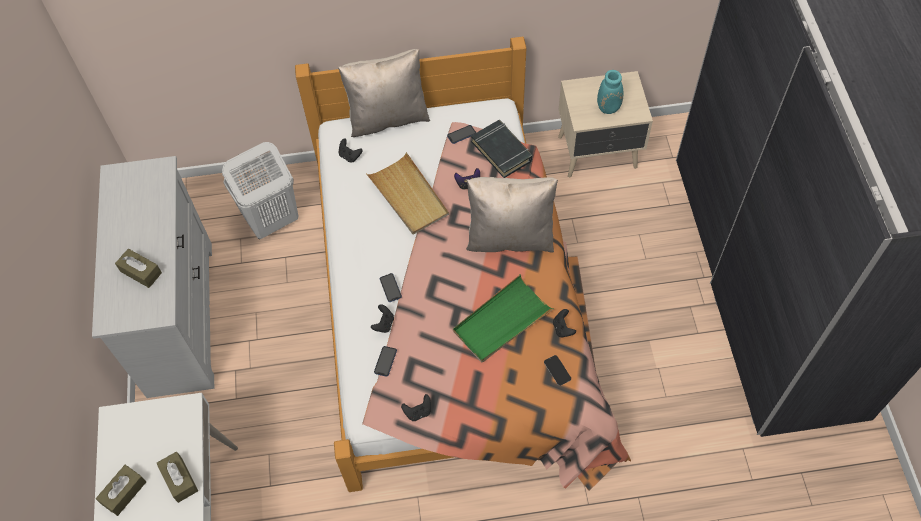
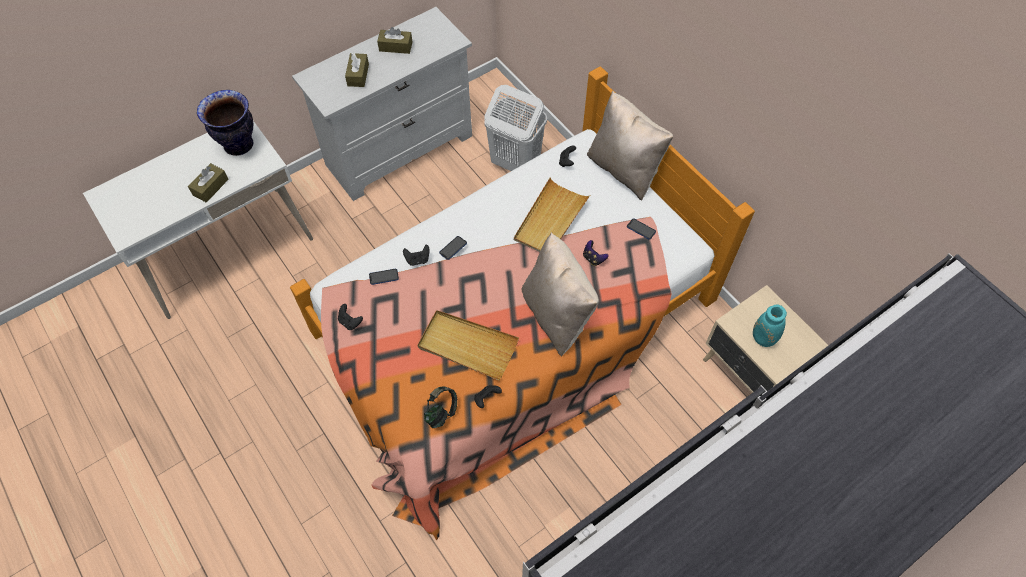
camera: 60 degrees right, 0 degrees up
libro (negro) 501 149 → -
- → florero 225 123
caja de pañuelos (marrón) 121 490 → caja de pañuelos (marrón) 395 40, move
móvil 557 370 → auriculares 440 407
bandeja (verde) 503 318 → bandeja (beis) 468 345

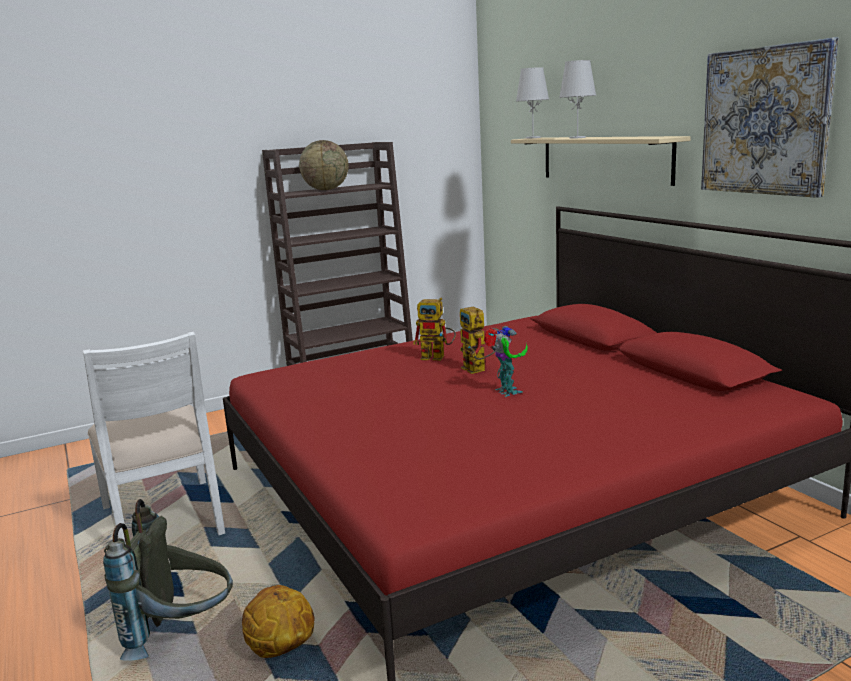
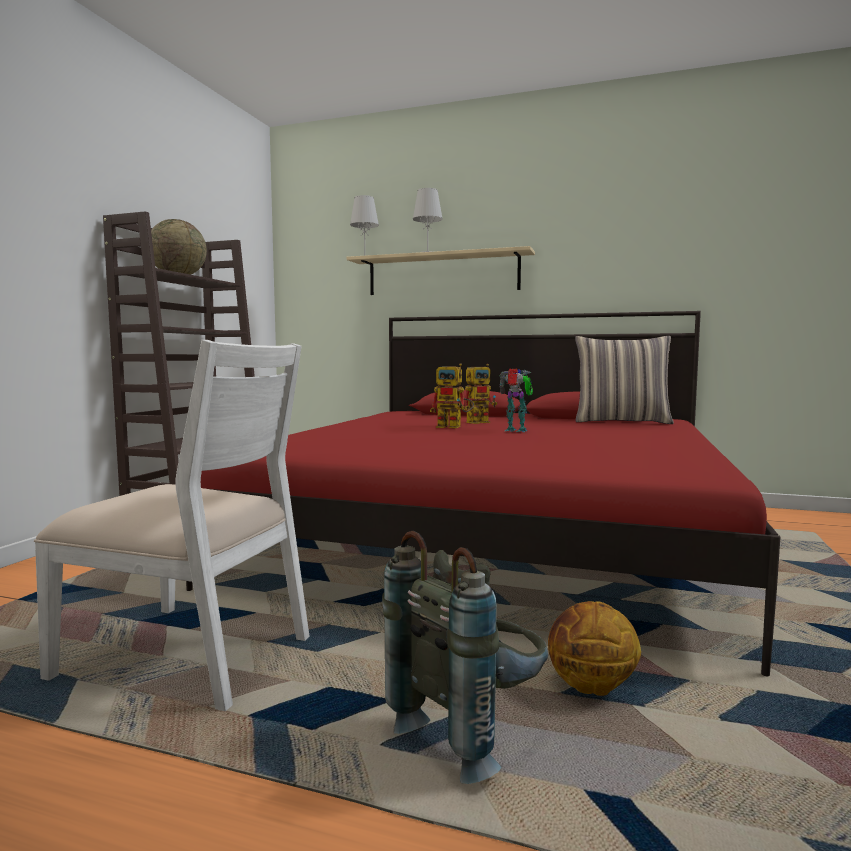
camera: 45 degrees left, 10 degrees down
cuadro 769 118 → -
- → cojín 624 380
robot de juguete 434 329 → robot de juguete 480 394, move

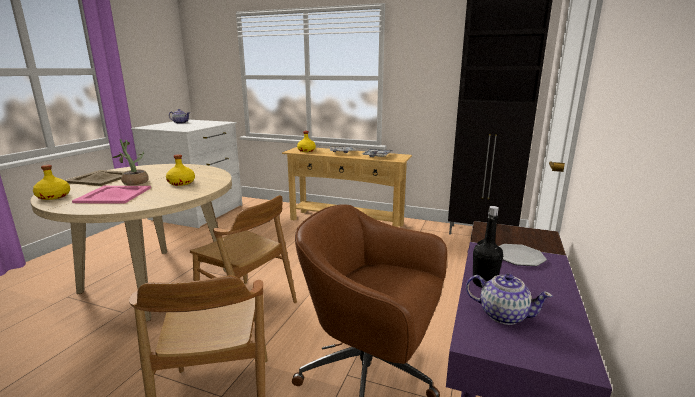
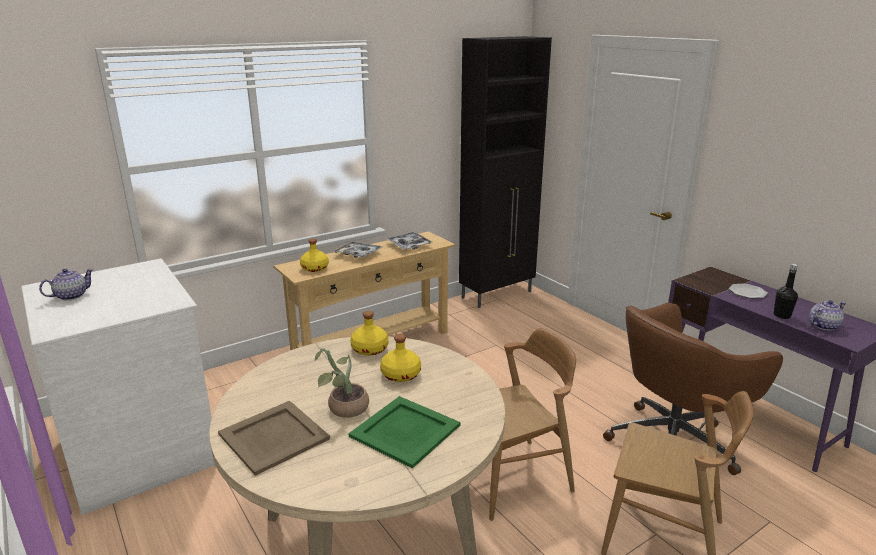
camera: 55 degrees left, 5 degrees up
botella (amarillo) 51 182 → botella (amarillo) 369 333, move
bandeja (rosa) 111 195 → bandeja (verde) 404 432

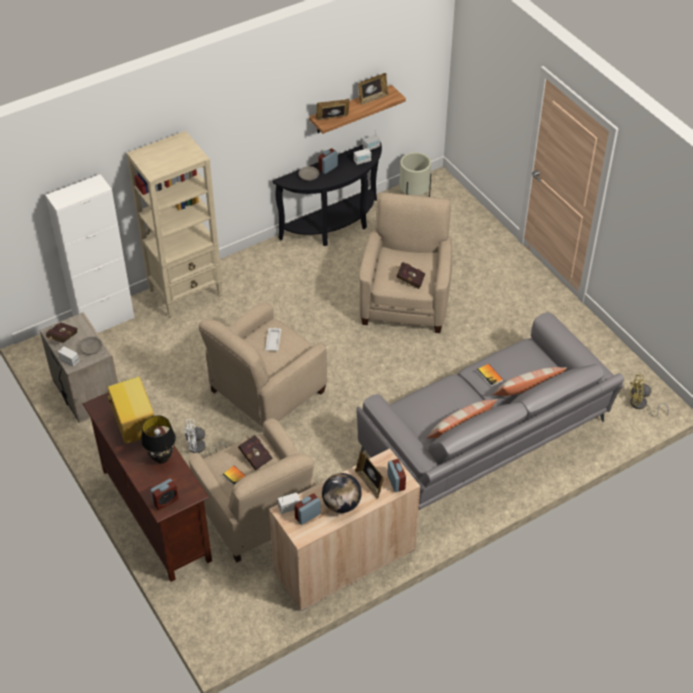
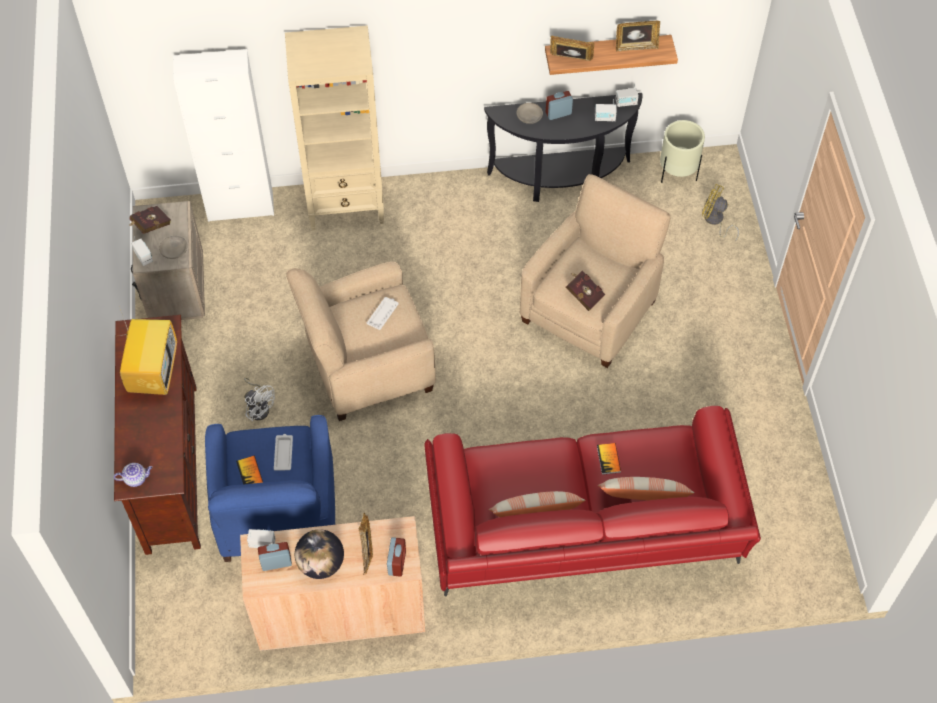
camera: 25 degrees right, 10 degrees up
lámpara de mesa (negro) 158 439 → -
ventilador (amarillo) 649 396 → ventilador (amarillo) 720 212, move
despertador 164 494 → tetera 133 475
libro (rojo) 255 453 → bandeja (blanco) 283 452
sillón (beis) 252 490 → sillón (azul) 270 488
sofá (gris) 490 411 → sofá (rojo) 592 501
ventilador (blanco) 205 437 → ventilador (blanco) 259 399, 150 degrees counterclockwise

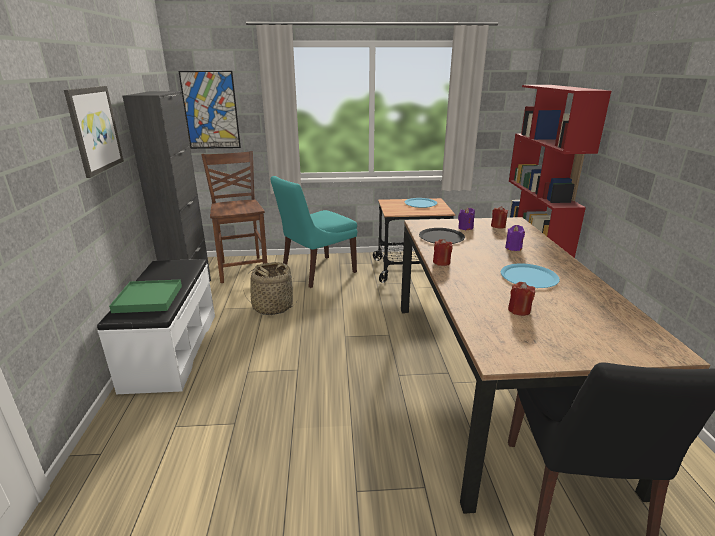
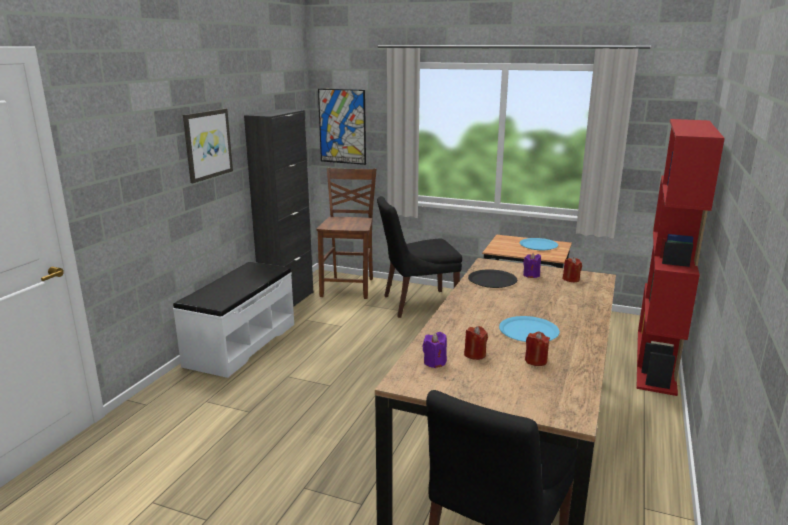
camera: 25 degrees right, 5 degrees down
bandeja (verde) 145 296 → -
cesta 270 288 → -
vela (rojo) 443 252 → vela (rojo) 537 349, move
vela (morado) 515 238 → vela (morado) 434 350, move
silla (turquesa) 313 232 → silla (negro) 419 257

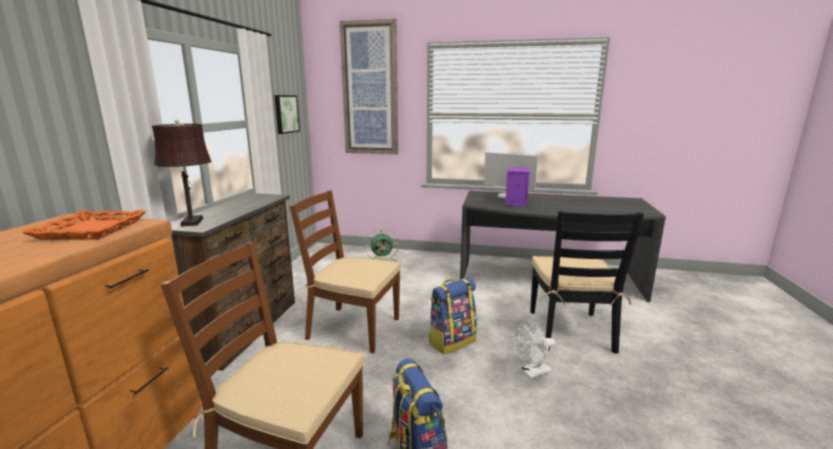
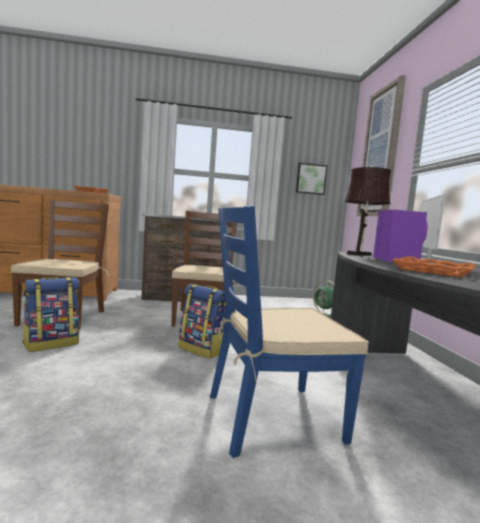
camera: 70 degrees right, 10 degrees down
ventilador (blanco) 535 350 → -
- → bandeja (naranja) 435 267
lámpara de mesa (marrón) 181 173 → lámpara de mesa (marrón) 368 211, move
silla (negro) 587 282 → silla (azul) 289 332

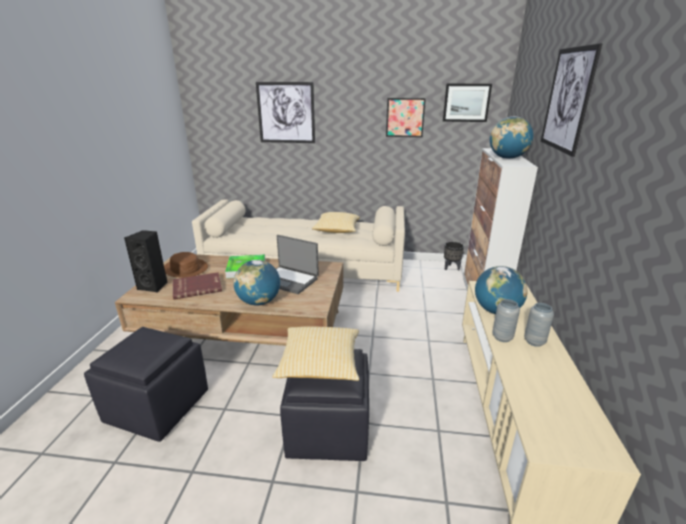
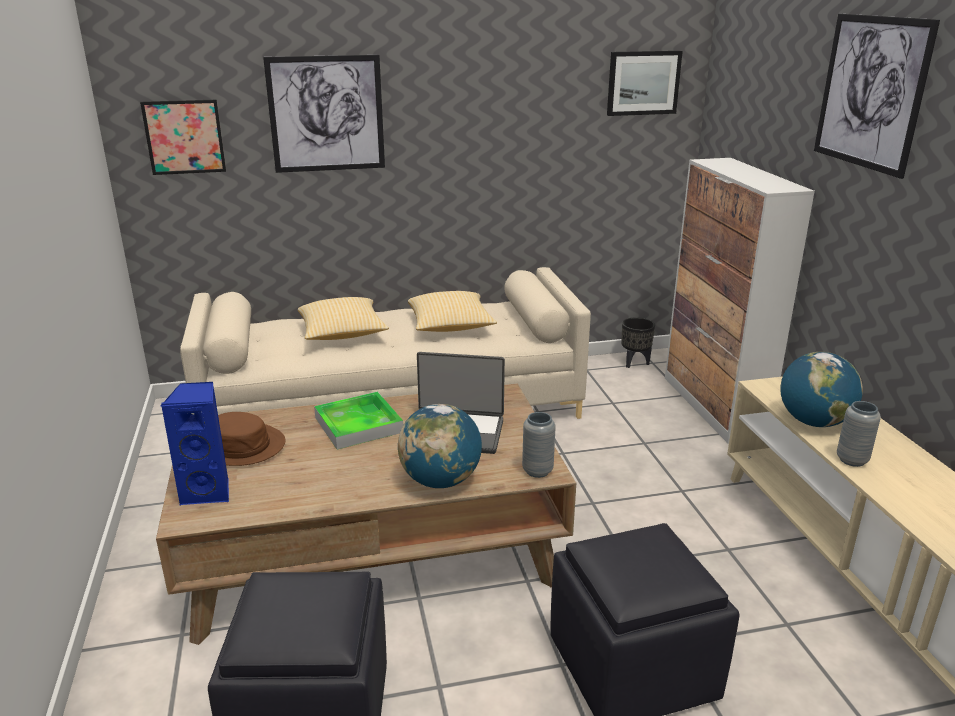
camera: 20 degrees left, 0 degrees up
libro (rojo) 197 285 → -
globo terráqueo 511 137 → -
cojín 316 354 → cojín 343 318, move
cuadro 406 117 → cuadro 183 137, move
florero (gris) 539 325 → florero (gris) 539 445, move
altavoz (negro) 145 261 → altavoz (azul) 195 443

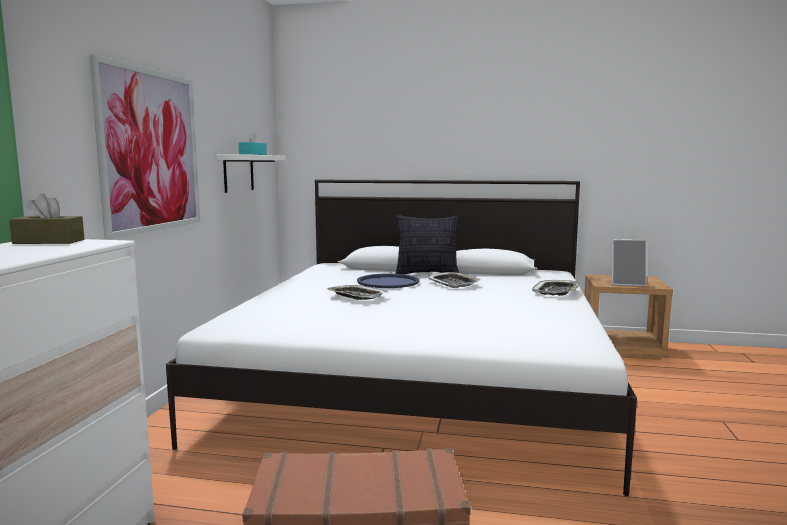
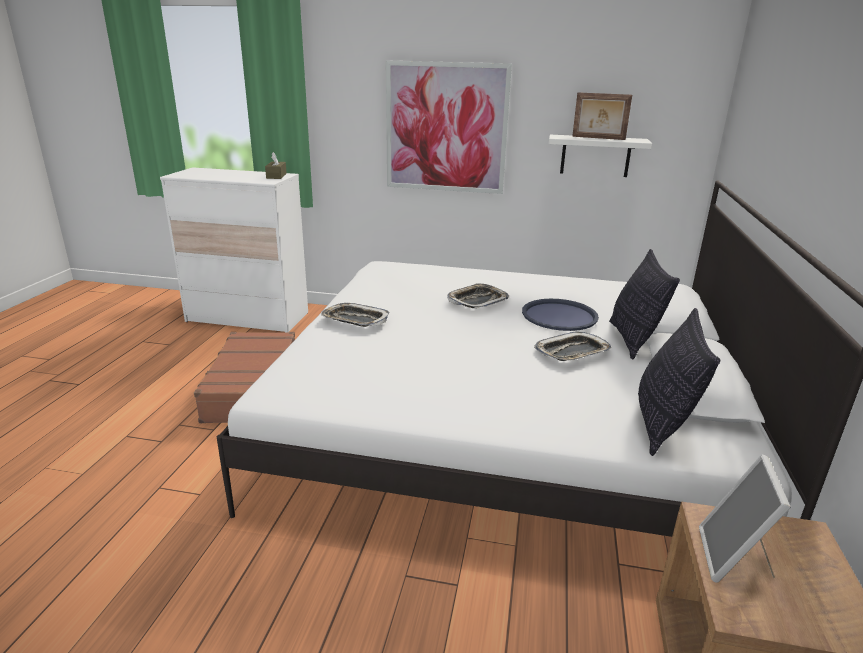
camera: 90 degrees right, 15 degrees up
- → cojín 679 382
bandeja 556 288 → bandeja 355 315, move
caja de pañuelos (turquesa) 253 143 → portarretratos 602 116

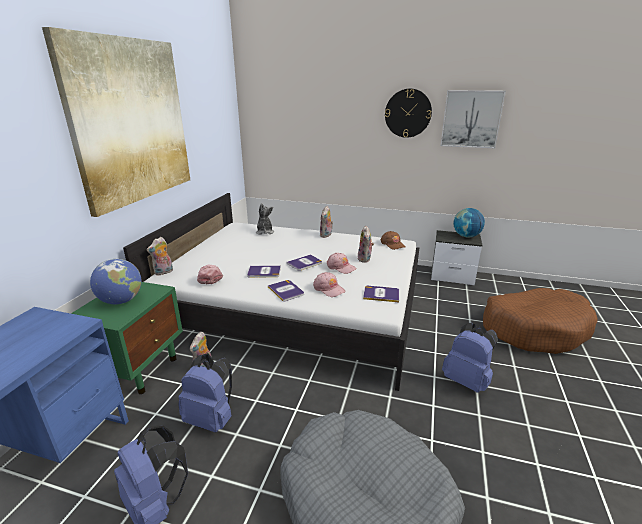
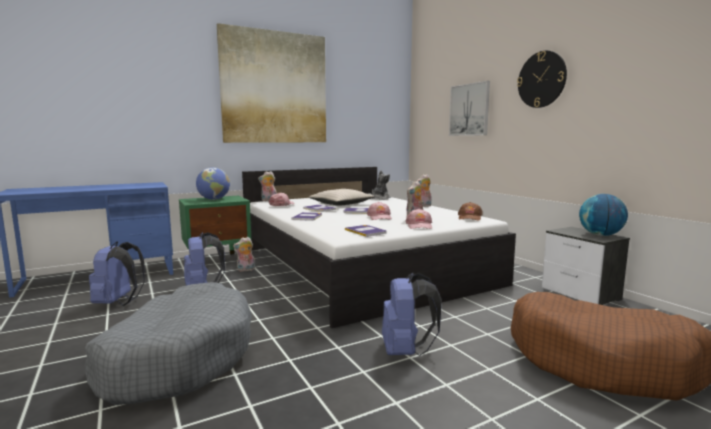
camera: 45 degrees right, 15 degrees down
- → cojín (beis) 342 197
gorra (rosa) 329 284 → gorra (rosa) 419 219, move
cuadro 473 119 → cuadro 469 108, move

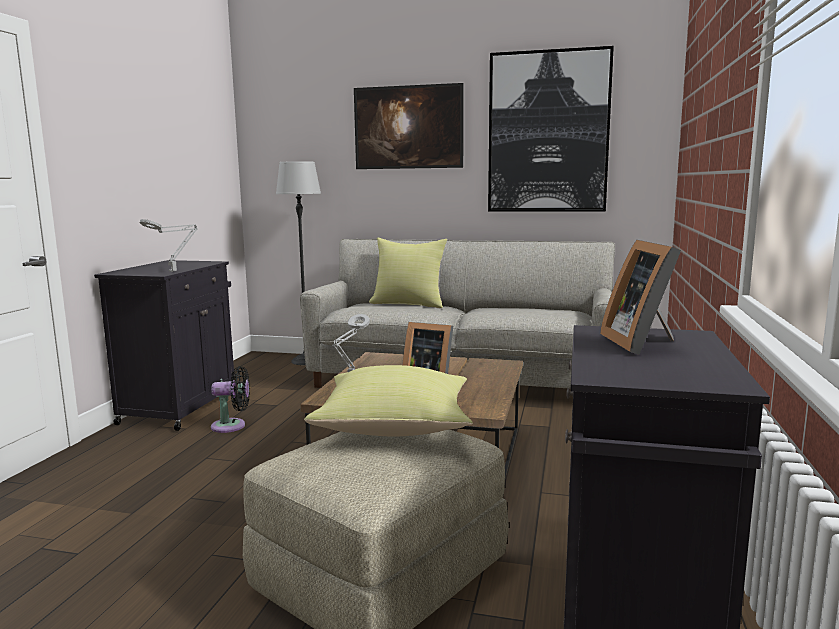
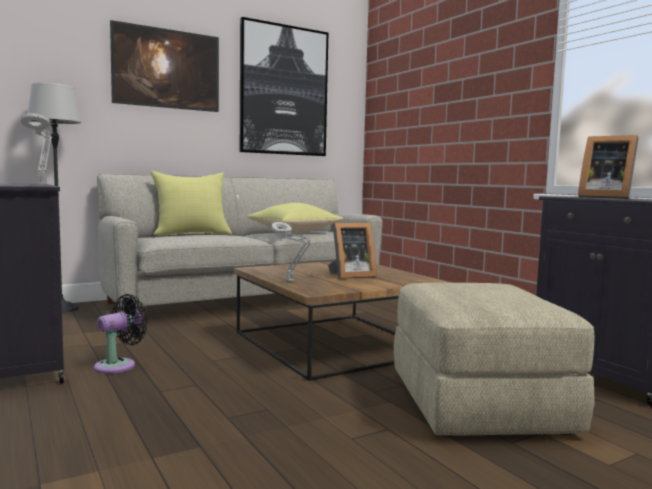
camera: 45 degrees left, 5 degrees down
cojín (amarillo) 389 400 → cojín (amarillo) 295 218, move

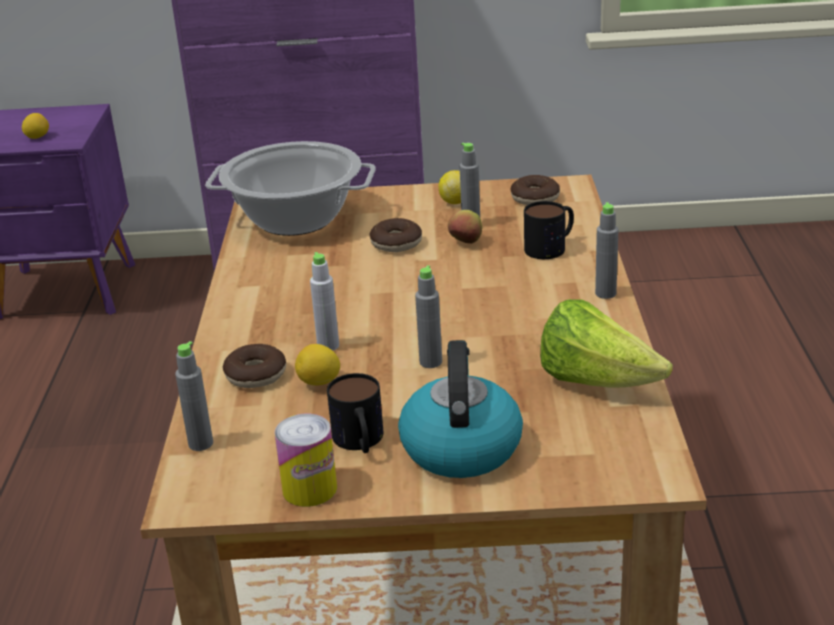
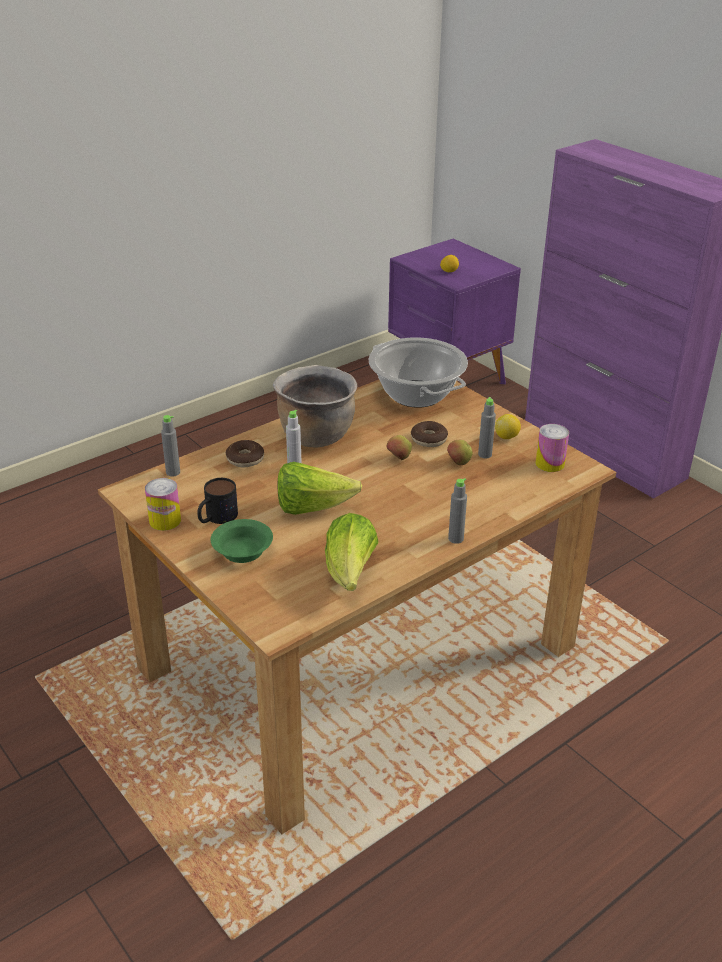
camera: 50 degrees right, 5 degrees up
limón 317 364 → -
taza grande 549 230 → -
- → olla (marrón) 315 406
- → manzana 399 447
hervidor 460 409 → cuenco (verde) 242 541
botella (gris) 428 316 → lechuga 319 488
rosquilla 535 190 → lata 552 448

